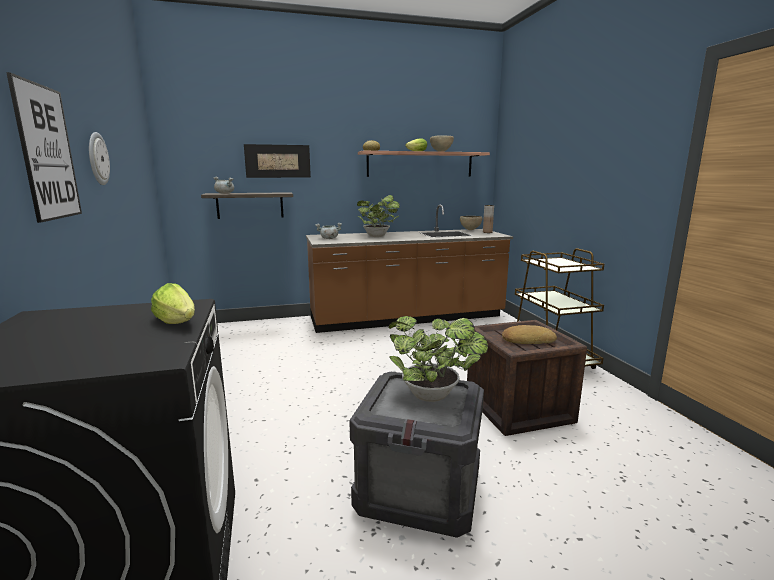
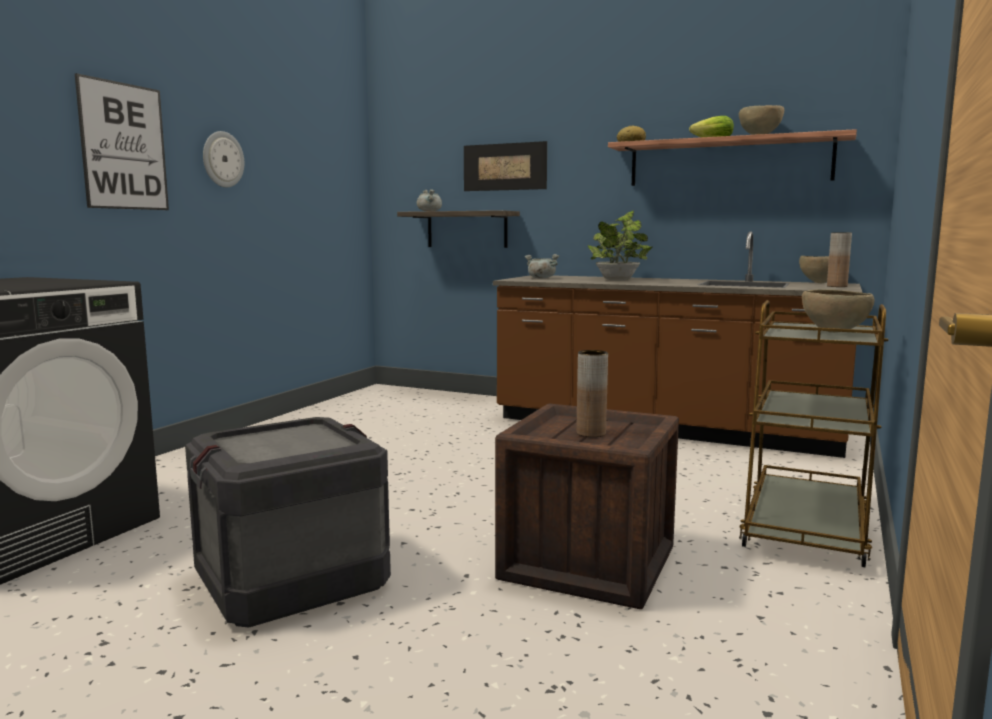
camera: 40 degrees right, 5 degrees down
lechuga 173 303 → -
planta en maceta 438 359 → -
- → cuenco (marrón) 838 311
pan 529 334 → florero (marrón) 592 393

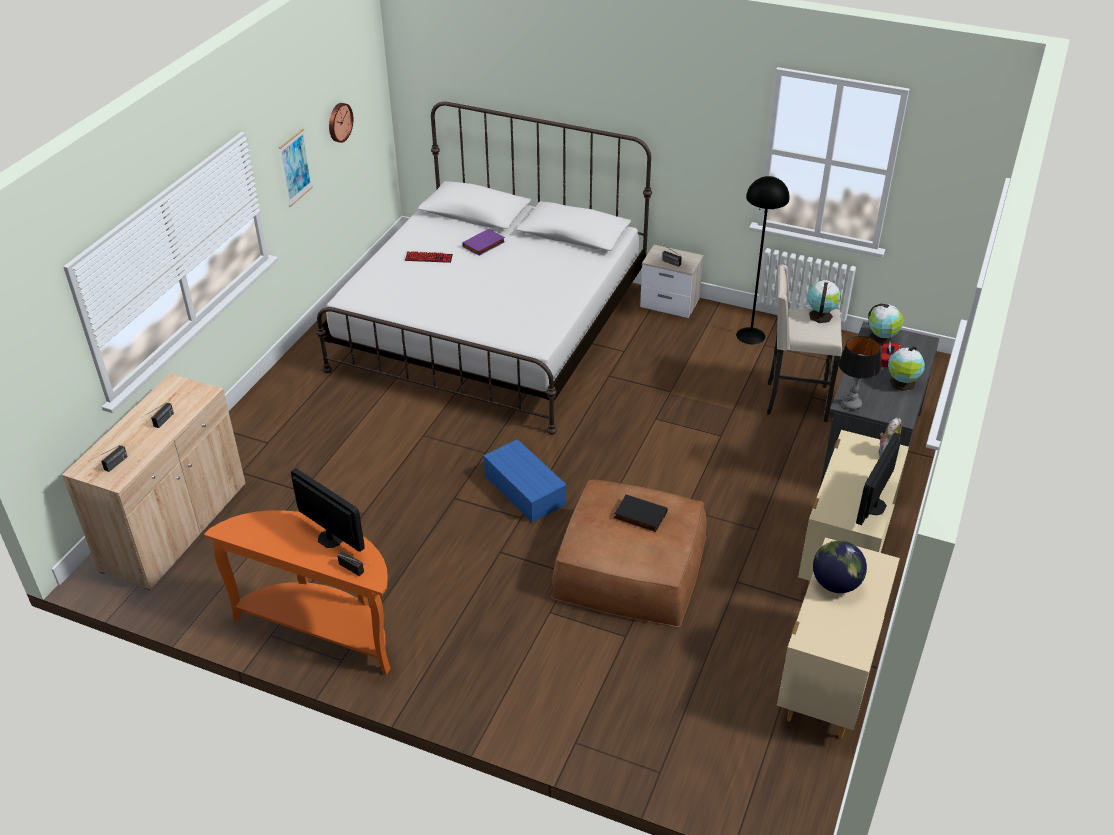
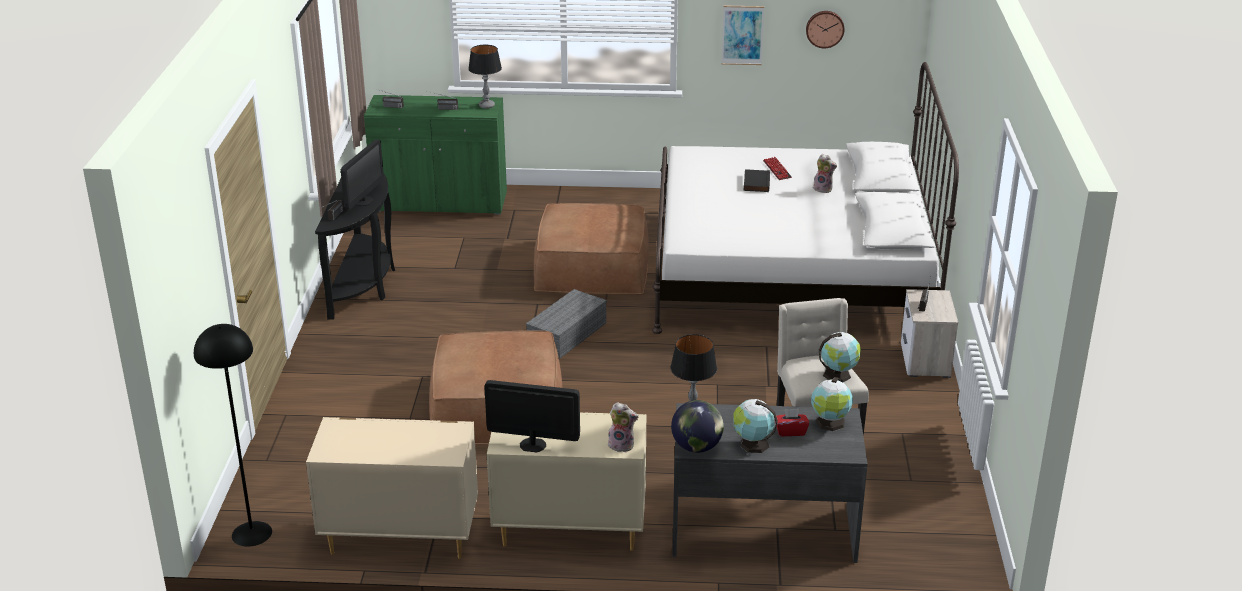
camera: 70 degrees right, 10 degrees down
- → lámpara de mesa 485 77
- → puf (marrón) 591 248
libro (negro) 640 513 → libro (negro) 756 180, move
lámpara de pie (negro) 763 260 → lámpara de pie (negro) 233 435, move
globo terráqueo 840 566 → globo terráqueo 697 426, move
libro (morado) 483 242 → peluche 825 173
armario (beis) 153 482 → armario (verde) 435 155
mesa consola (naranja) 297 592 → mesa consola (negro) 355 240
caja de almacenaje (azul) 525 480 → caja de almacenaje (gris) 566 324

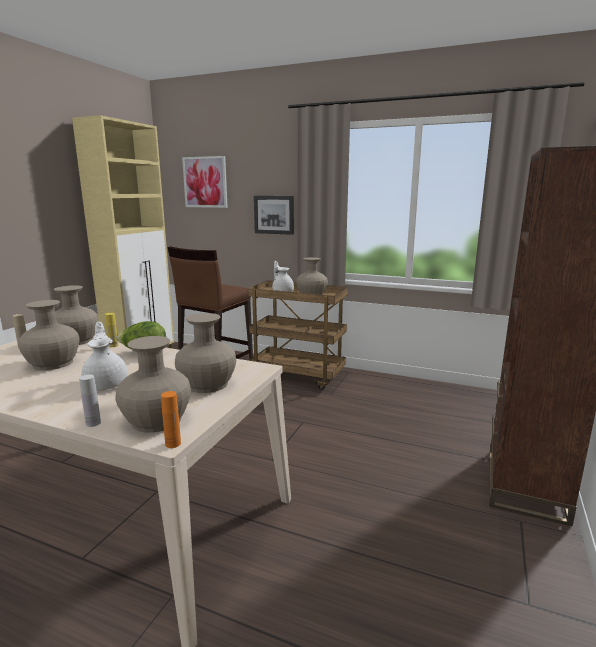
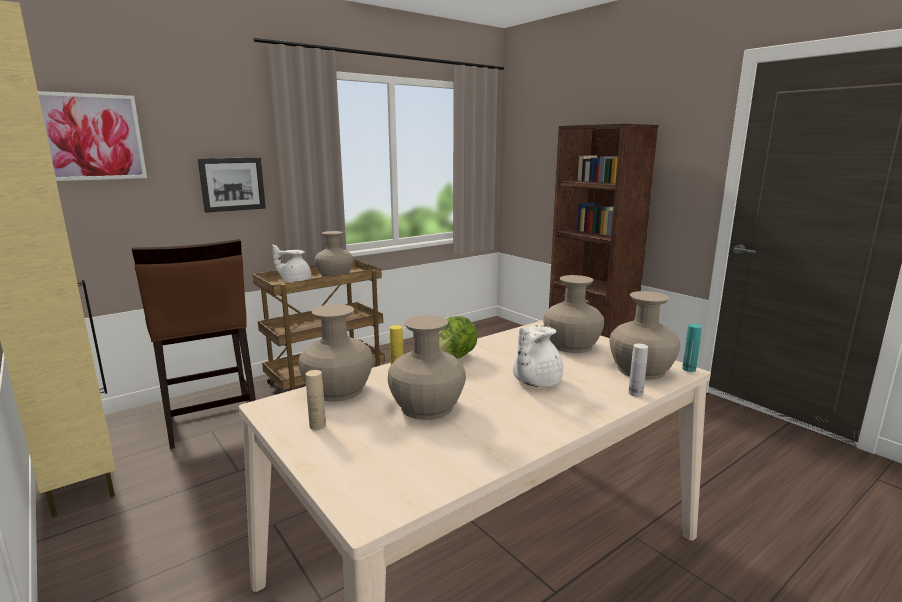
camera: 60 degrees left, 0 degrees up
botella (naranja) 171 419 → botella (turquesa) 692 348
tetera (blanco) 104 356 → tetera (blanco) 538 356, 60 degrees counterclockwise

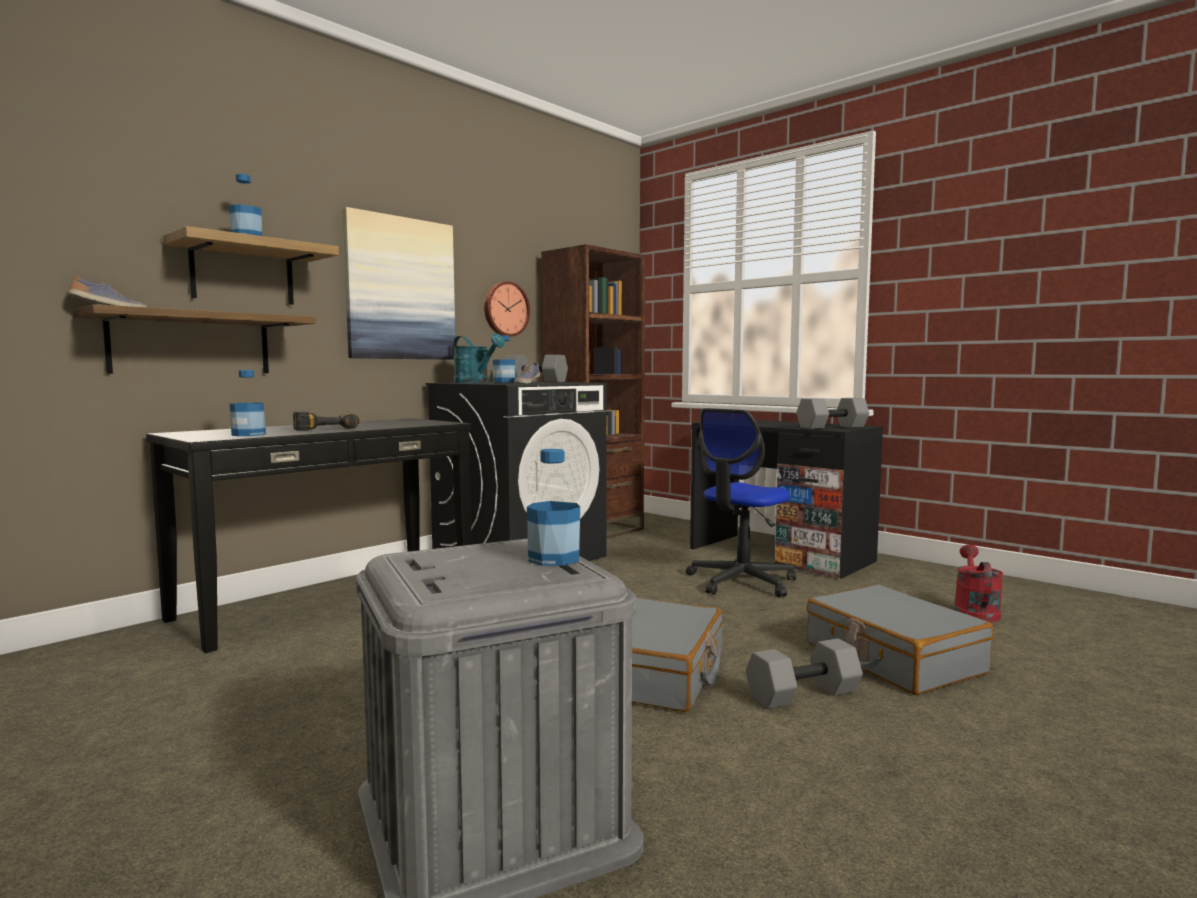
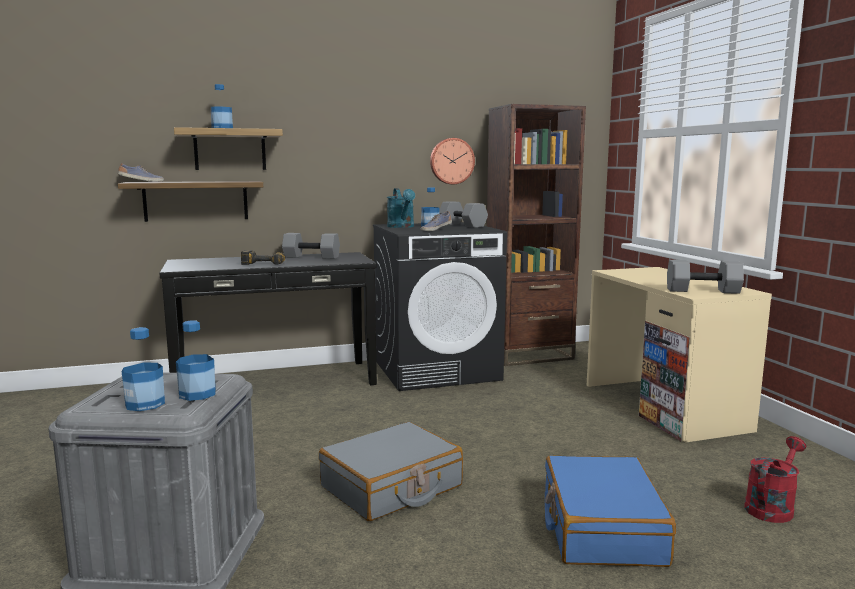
camera: 30 degrees right, 5 degrees up
cuadro 399 283 → -
silla de oficina 741 502 → -
botella 248 403 → botella 143 369, move
mancuerna (gris) 804 673 → mancuerna (gris) 311 246, move
escritorio (negro) 786 499 → escritorio (beis) 679 355
maleta (gris) 900 640 → maleta (azul) 610 511

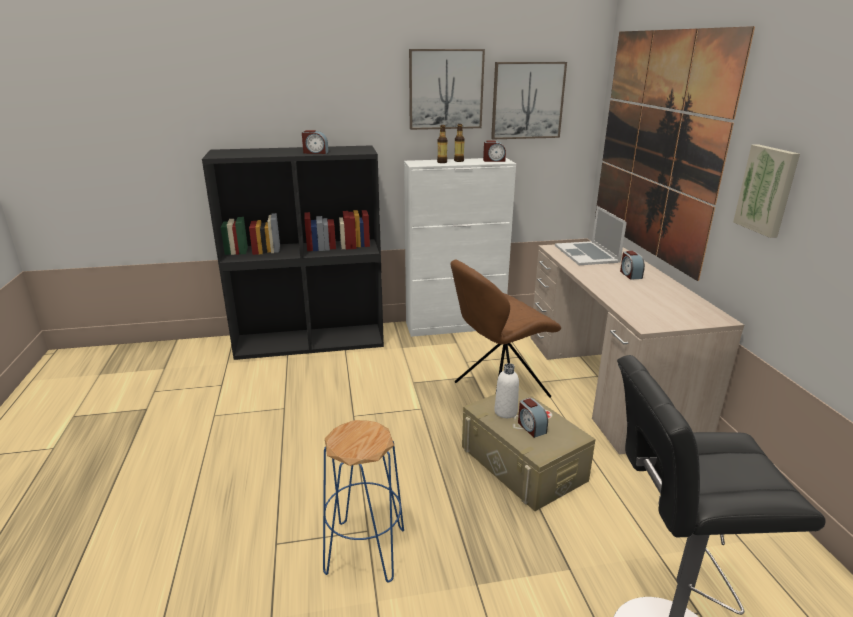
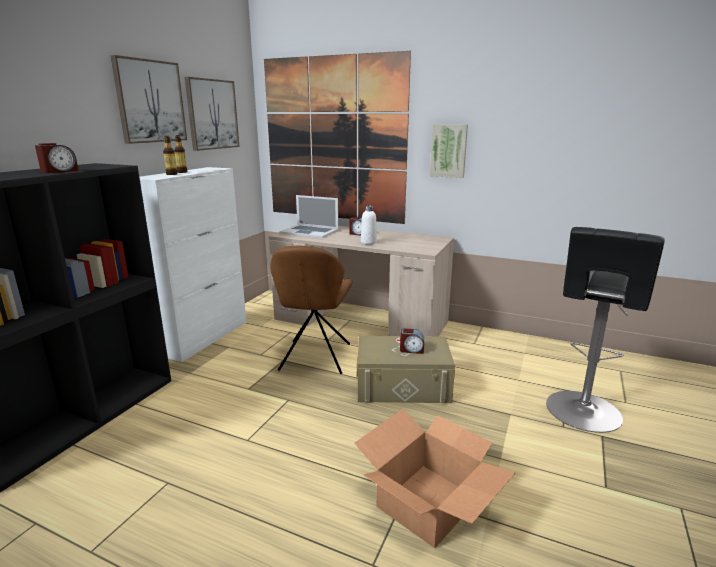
camera: 55 degrees left, 5 degrees down
despertador 494 151 → -
botella (blanco) 506 390 → botella (blanco) 369 225, move
taburete (azul) 363 501 → caja de cartón 434 478

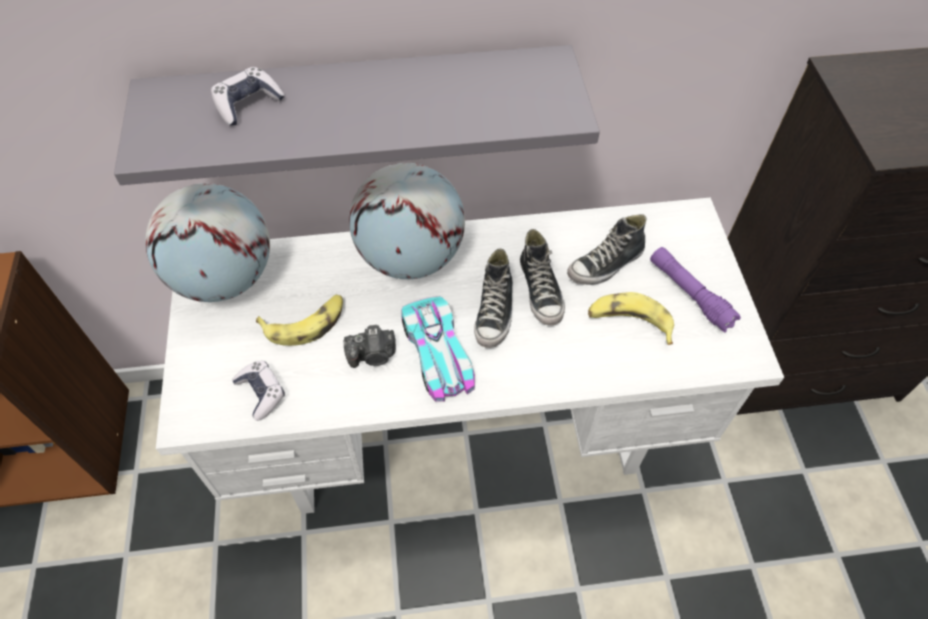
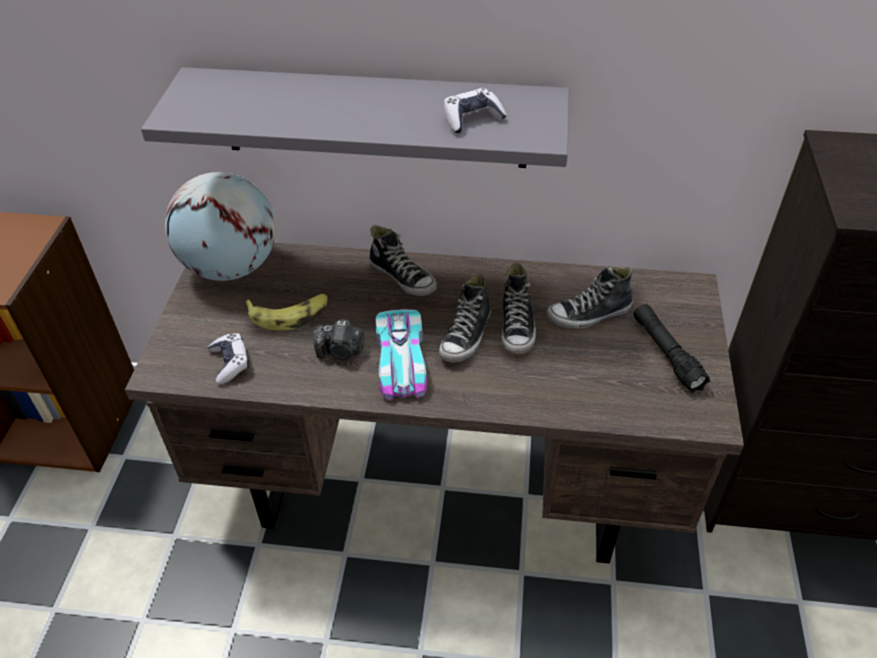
camera: 15 degrees right, 10 degrees down
plátano 631 318 → -
mando de consola 248 96 → mando de consola 475 110, move
globo terráqueo 407 221 → zapato 403 260
escritorio (blanco) 470 356 → escritorio (marrón) 434 403
linterna (morado) 695 290 → linterna (negro) 672 348

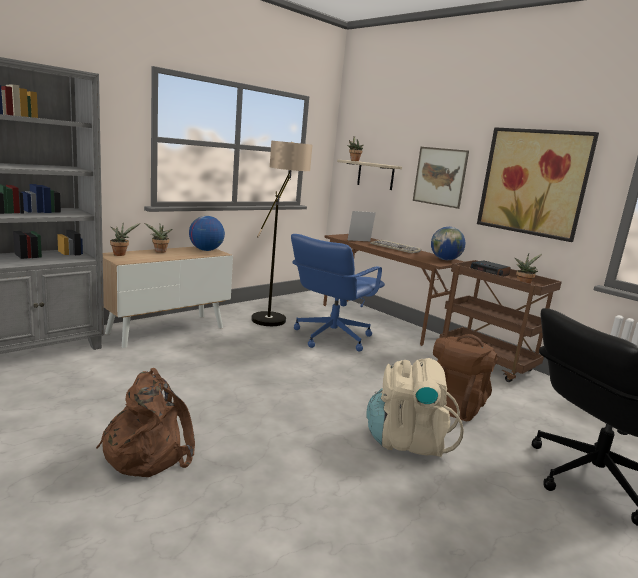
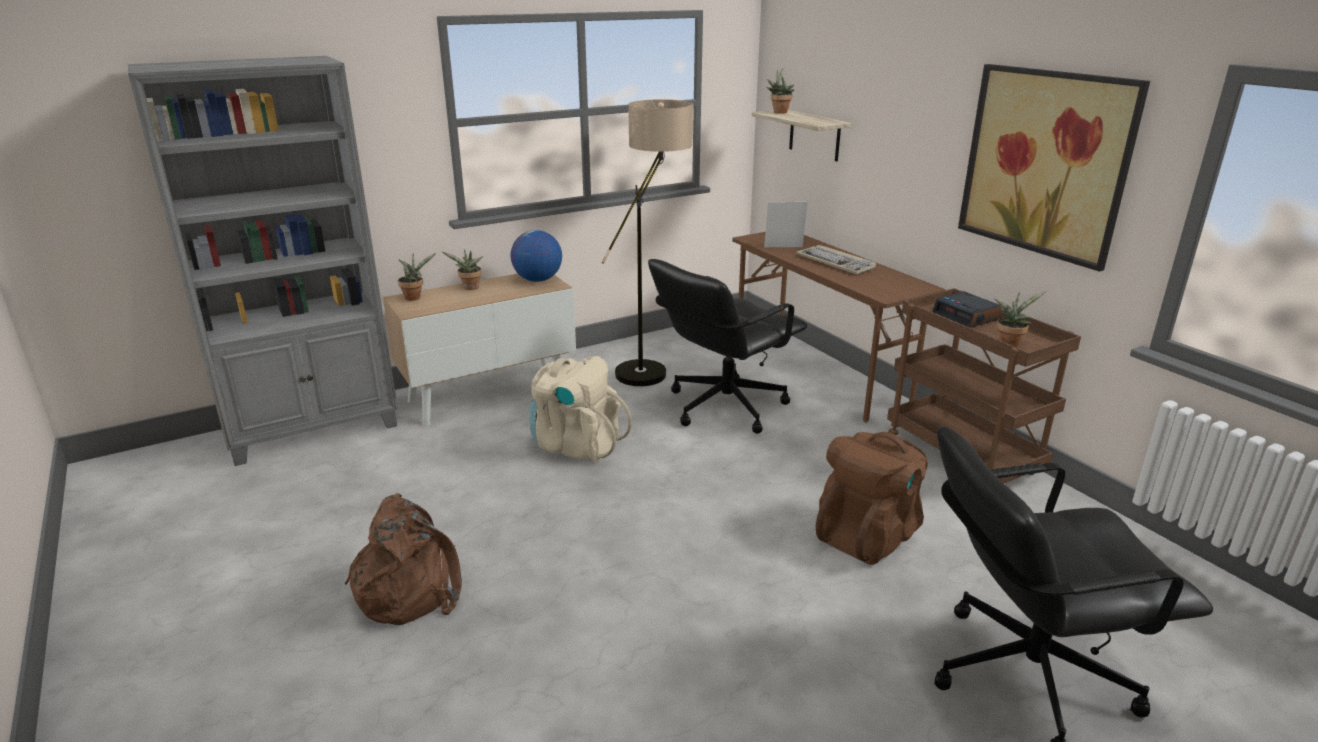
camera: 15 degrees right, 10 degrees up
cuadro 441 178 → -
globo terráqueo 448 243 → -
mochila (beis) 415 407 → mochila (beis) 580 409, move
silla de oficina (azul) 338 293 → silla de oficina (negro) 727 346

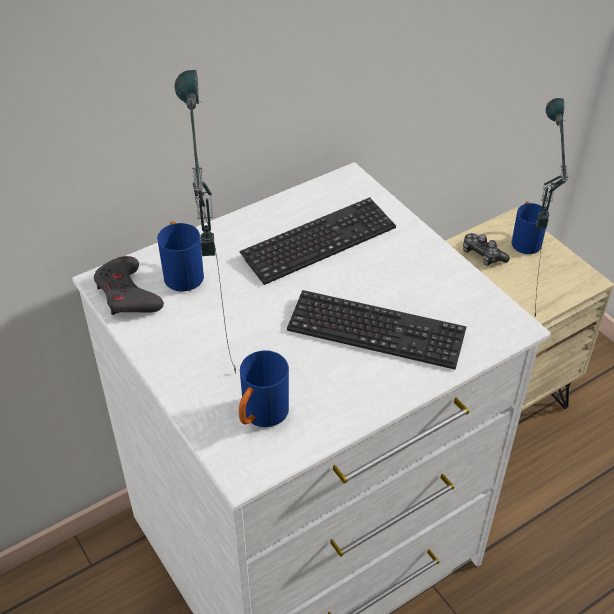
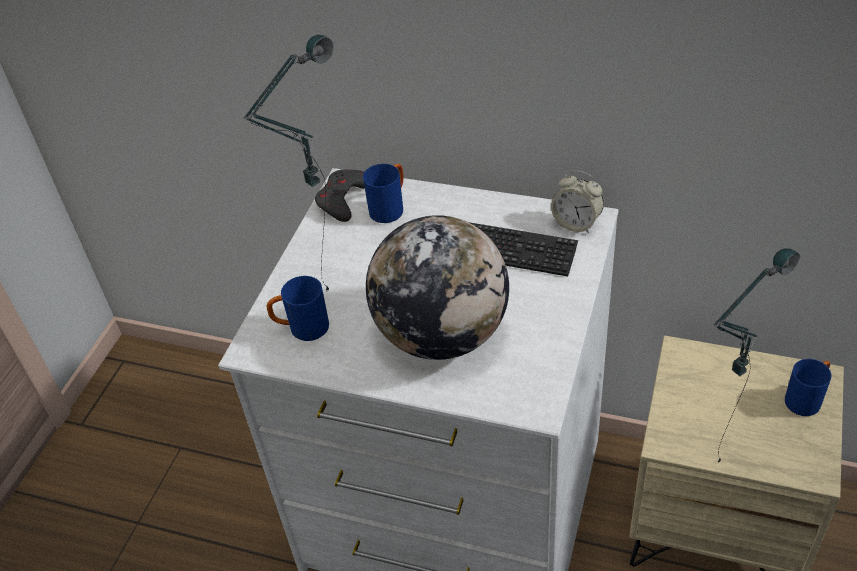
camera: 55 degrees right, 0 degrees up
mando de consola 486 249 → -
- → despertador 577 202
teclado 377 330 → globo terráqueo 437 287

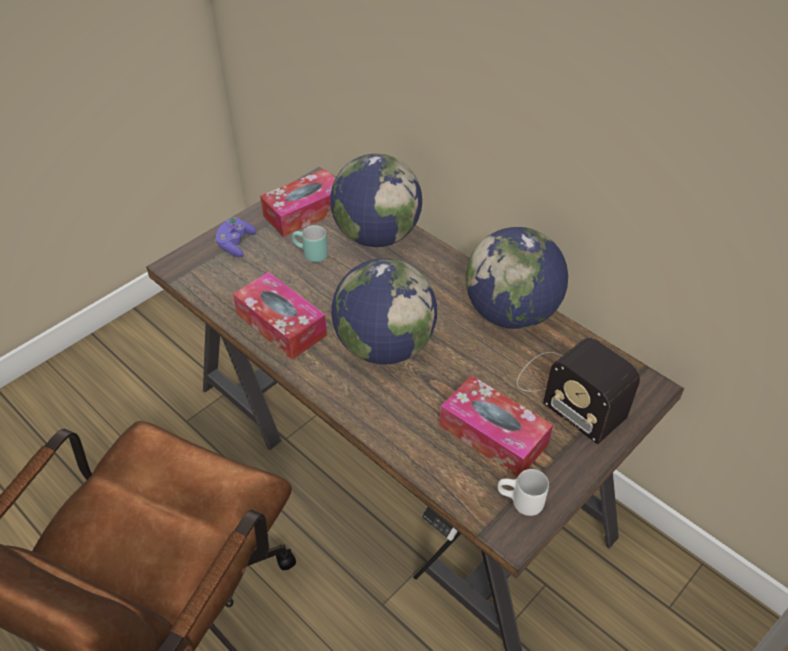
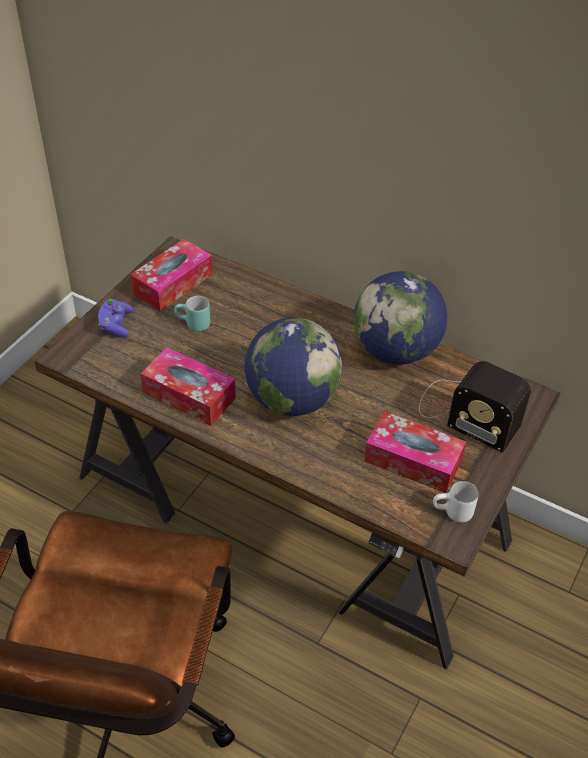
camera: 15 degrees left, 0 degrees up
globo terráqueo 376 200 → -

